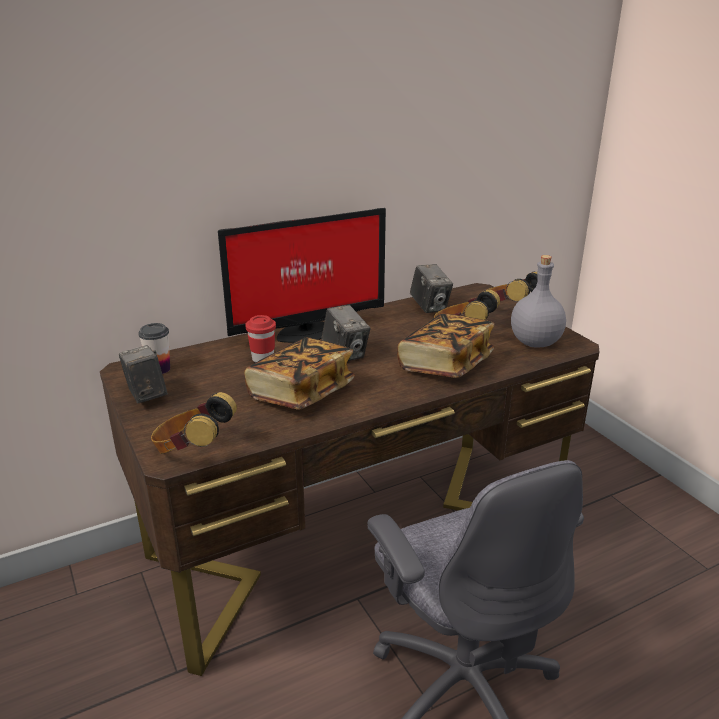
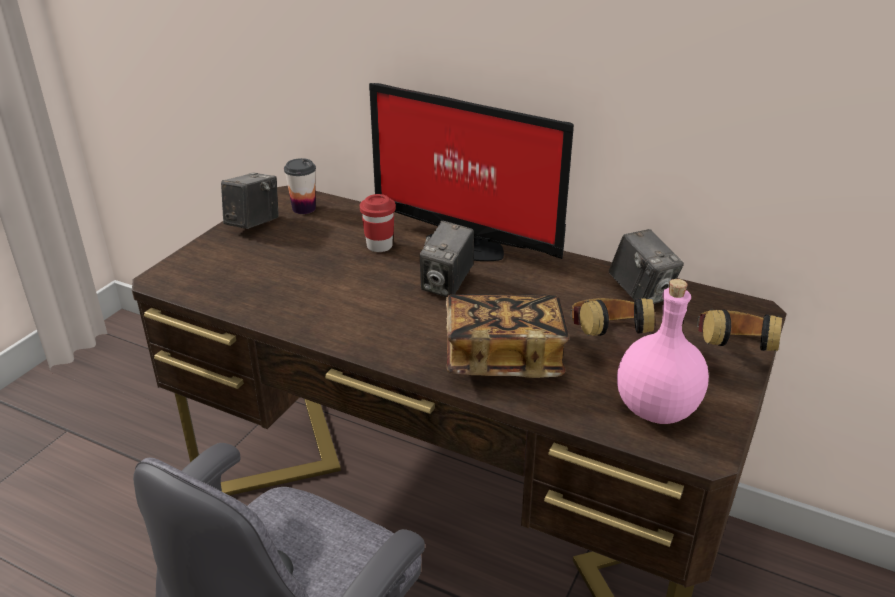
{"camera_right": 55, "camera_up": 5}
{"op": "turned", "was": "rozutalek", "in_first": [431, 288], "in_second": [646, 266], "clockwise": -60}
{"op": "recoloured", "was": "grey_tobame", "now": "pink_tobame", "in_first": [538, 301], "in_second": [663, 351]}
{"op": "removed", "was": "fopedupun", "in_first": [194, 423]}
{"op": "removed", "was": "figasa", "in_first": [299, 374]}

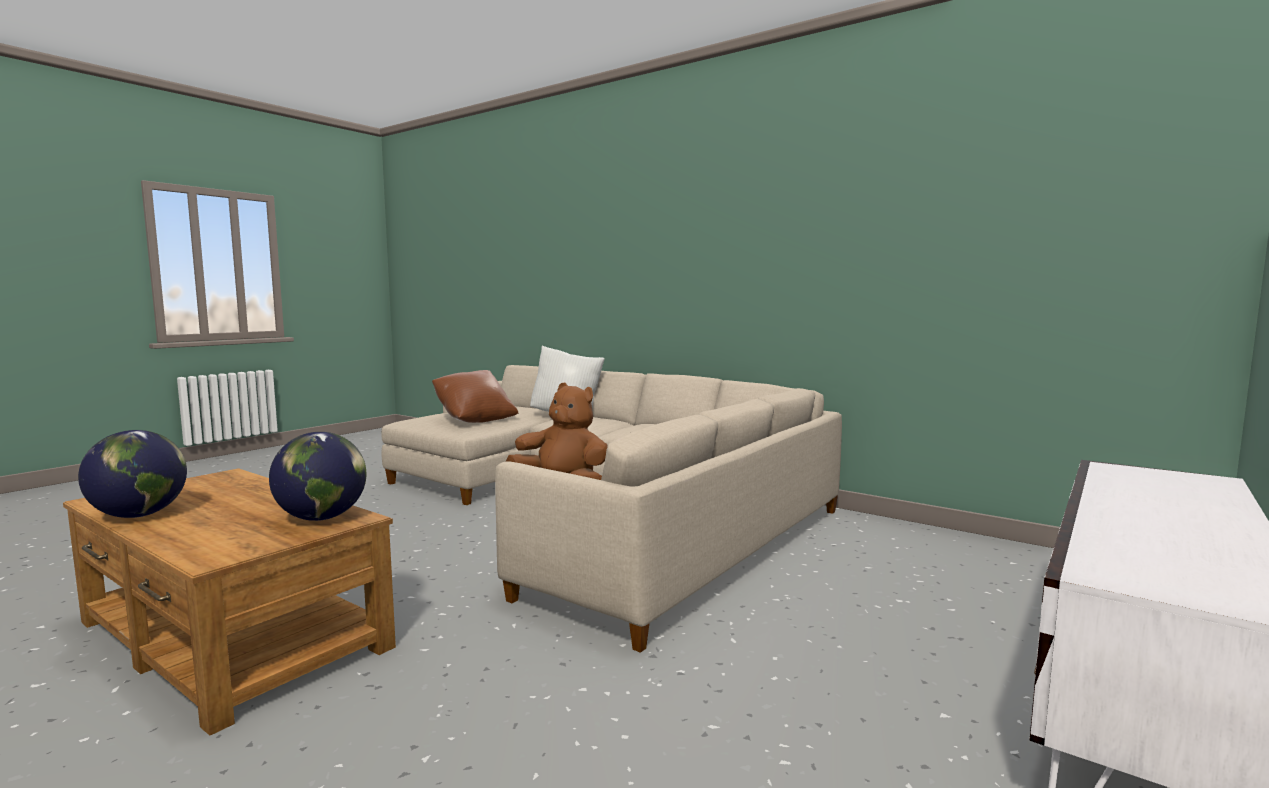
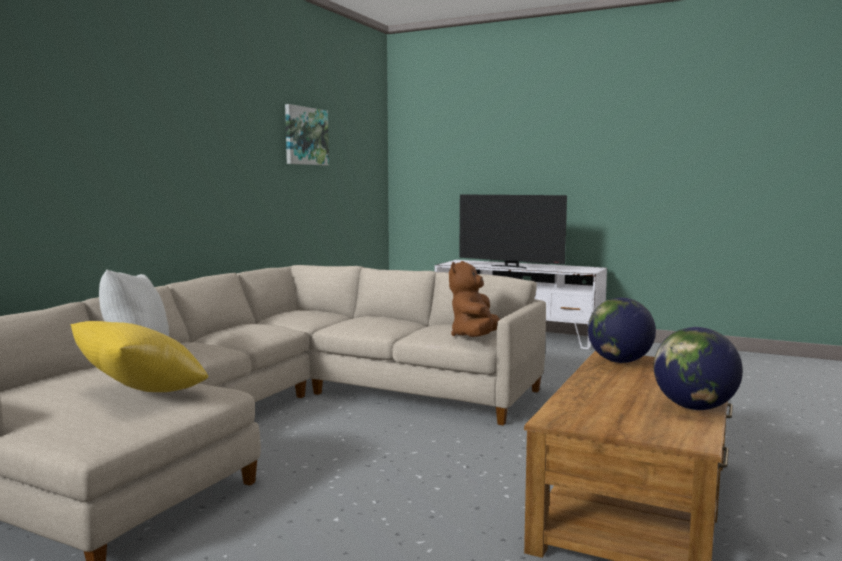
{"camera_right": -100, "camera_up": 0}
{"op": "recoloured", "was": "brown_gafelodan", "now": "yellow_gafelodan", "in_first": [475, 396], "in_second": [139, 356]}
{"op": "added", "now": "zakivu", "in_second": [307, 135]}
{"op": "added", "now": "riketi", "in_second": [513, 232]}

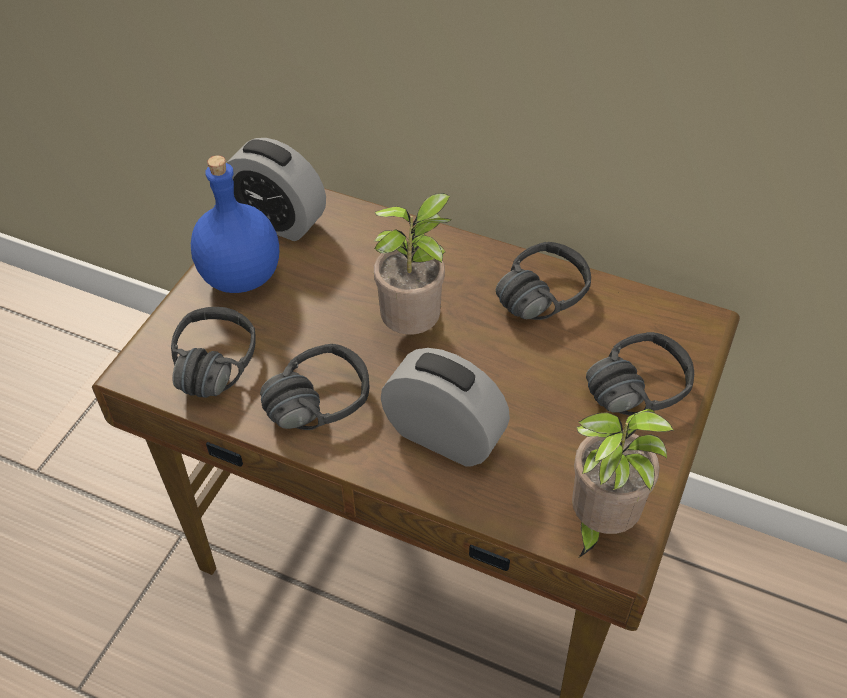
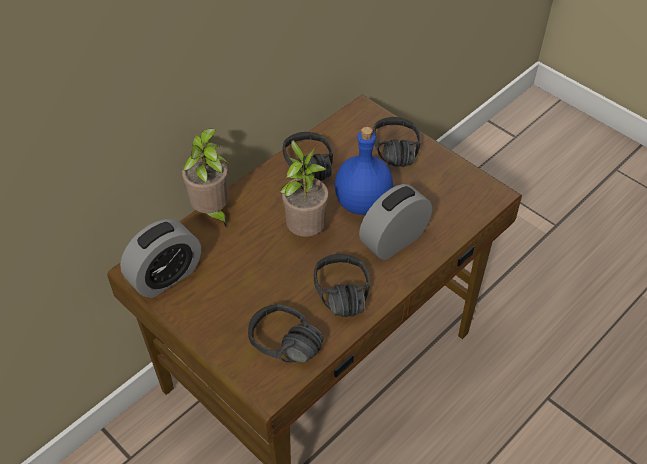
{"camera_right": -70, "camera_up": 0}
{"op": "moved", "was": "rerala", "in_first": [623, 483], "in_second": [205, 178]}
{"op": "moved", "was": "blue_tobame", "in_first": [235, 224], "in_second": [364, 171]}

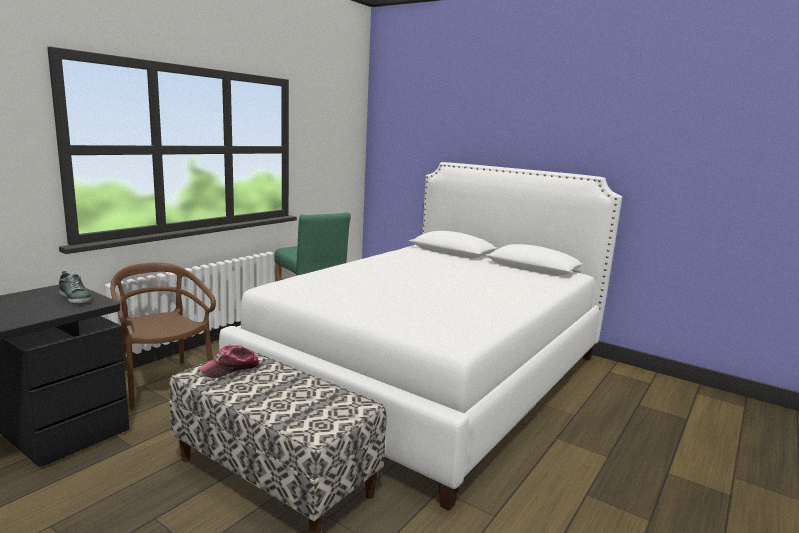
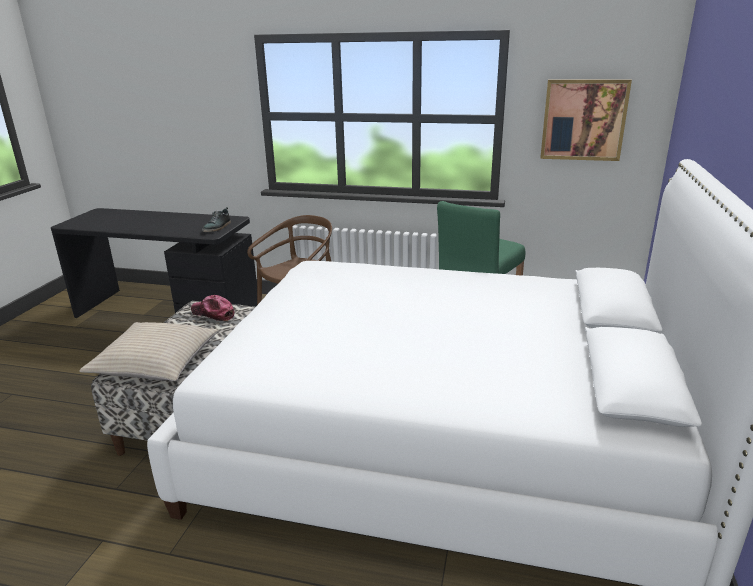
{"camera_right": 70, "camera_up": 10}
{"op": "added", "now": "beige_gafelodan", "in_second": [148, 351]}
{"op": "added", "now": "zakivu", "in_second": [586, 120]}

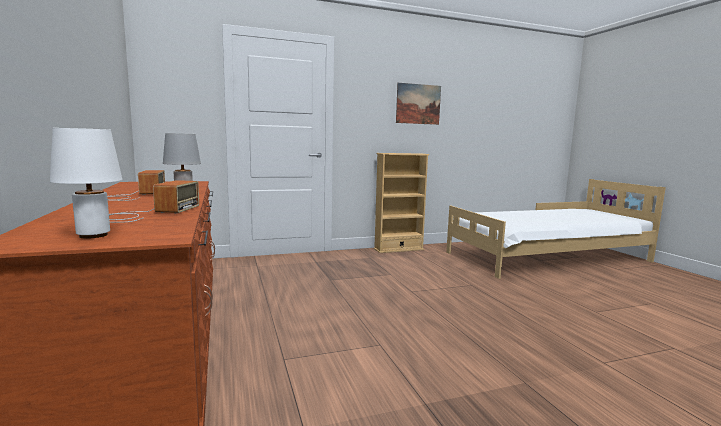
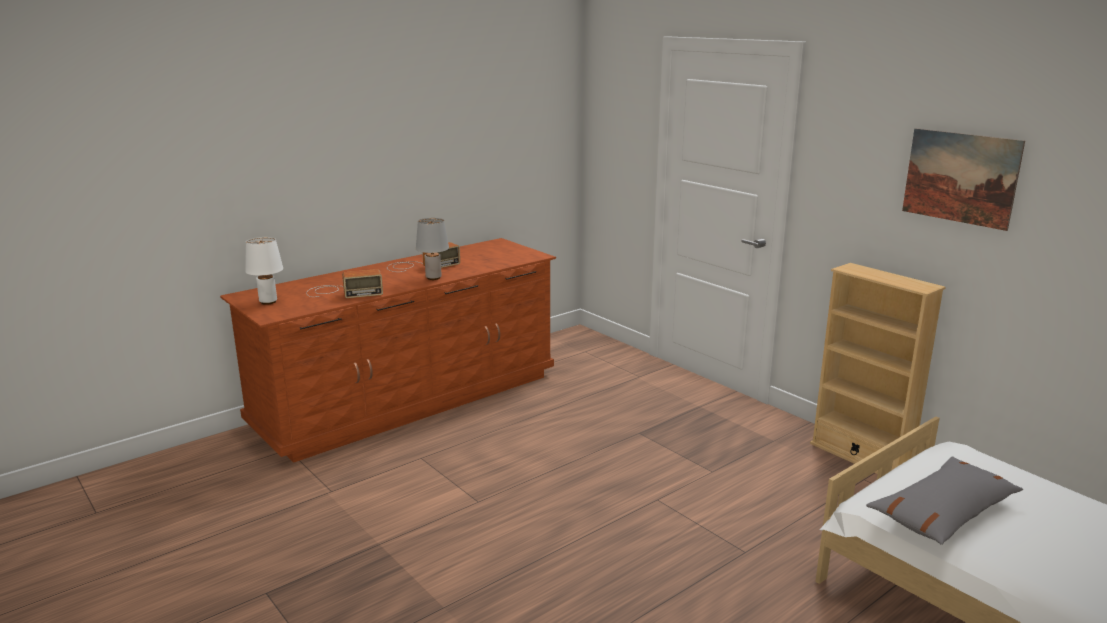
{"camera_right": 70, "camera_up": 10}
{"op": "added", "now": "grey_gafelodan", "in_second": [944, 500]}

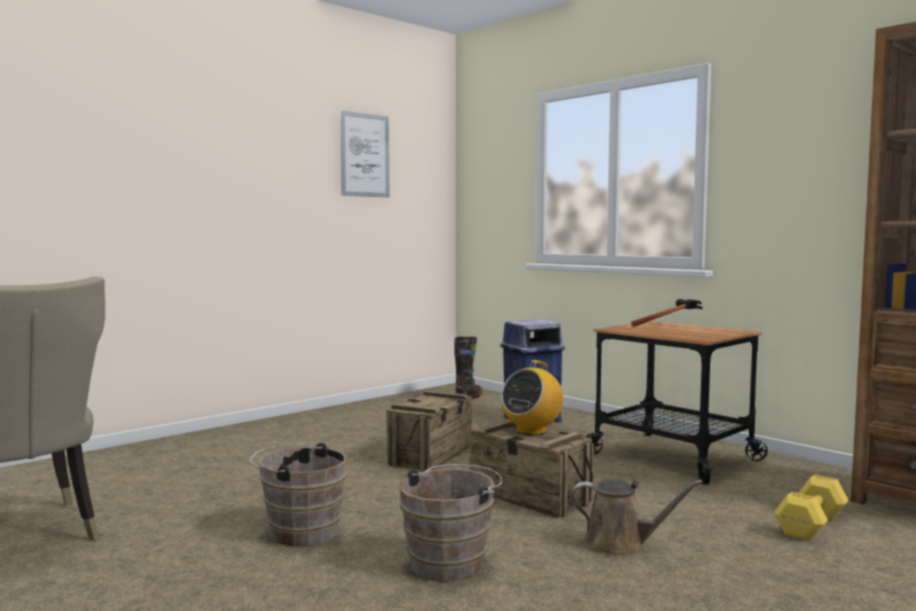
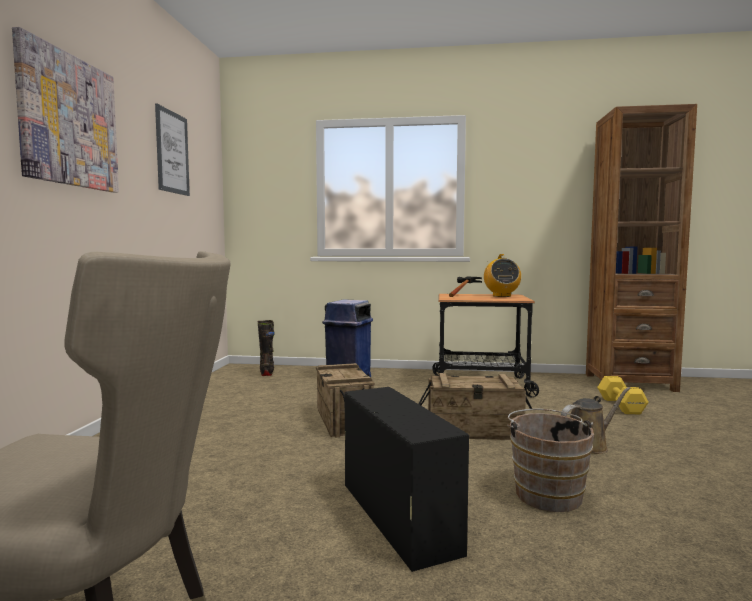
{"camera_right": -40, "camera_up": 0}
{"op": "added", "now": "zakivu", "in_second": [65, 110]}
{"op": "replaced", "was": "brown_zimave", "now": "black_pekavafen", "in_first": [298, 495], "in_second": [407, 479]}
{"op": "moved", "was": "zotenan", "in_first": [532, 397], "in_second": [502, 275]}

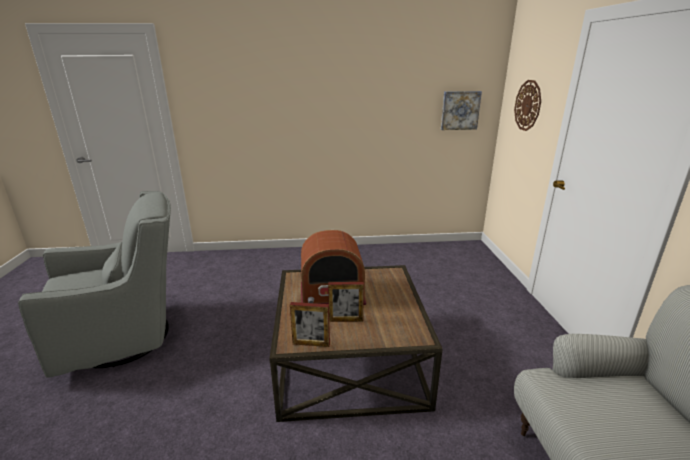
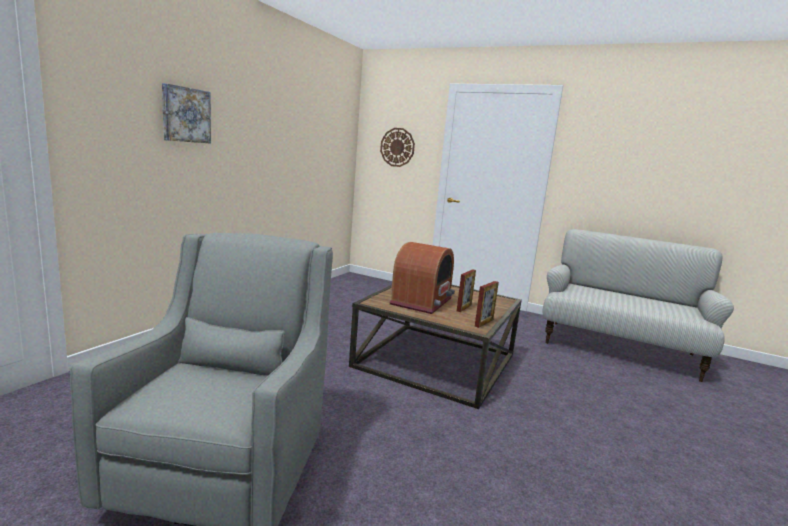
{"camera_right": -60, "camera_up": -10}
{"op": "moved", "was": "zakivu", "in_first": [461, 110], "in_second": [186, 113]}

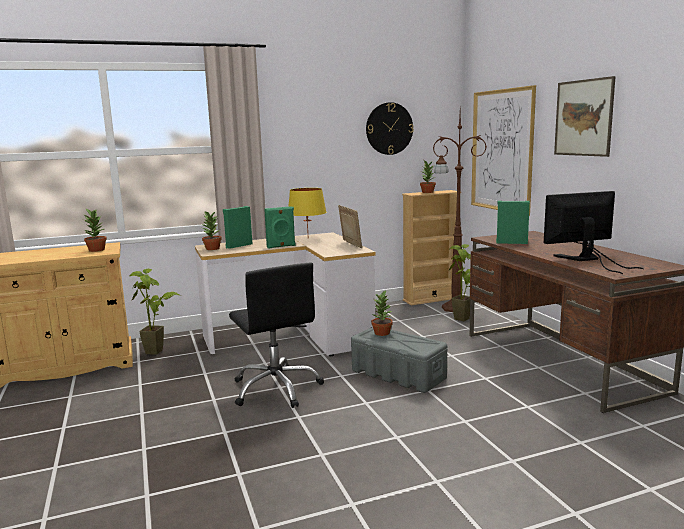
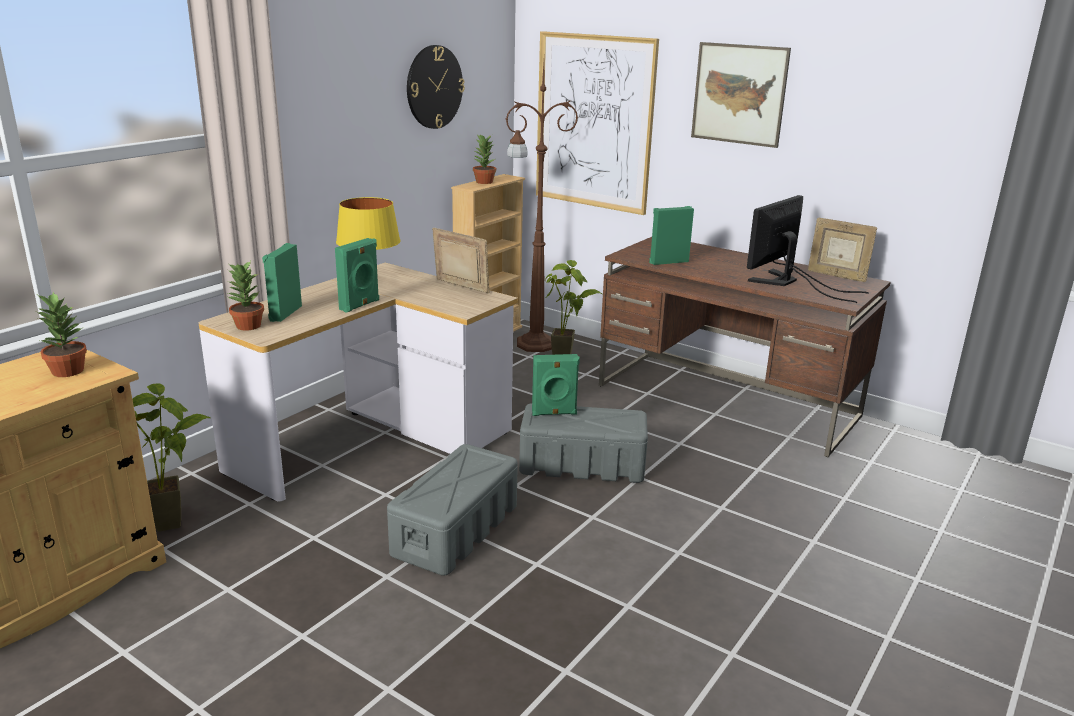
{"camera_right": -35, "camera_up": 10}
{"op": "replaced", "was": "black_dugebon", "now": "grey_pekavafen", "in_first": [276, 335], "in_second": [452, 510]}
{"op": "replaced", "was": "rerala", "now": "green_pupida", "in_first": [382, 313], "in_second": [556, 385]}
{"op": "added", "now": "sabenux", "in_second": [842, 250]}

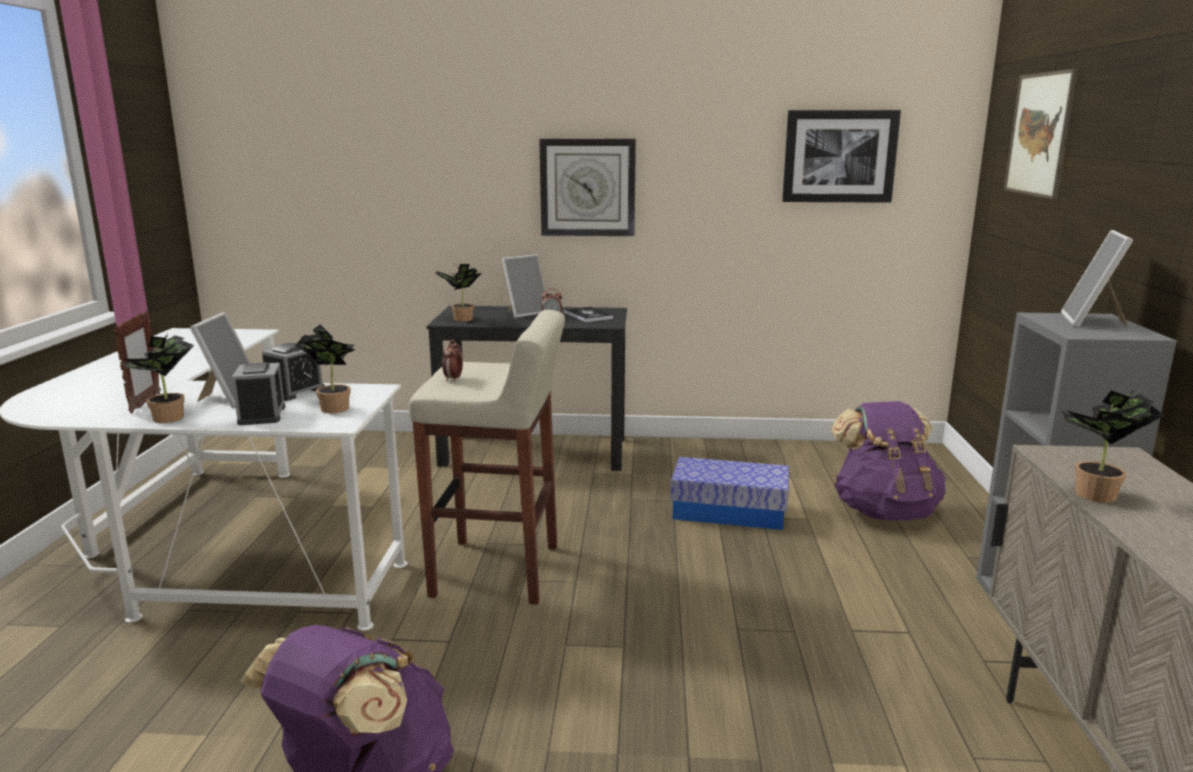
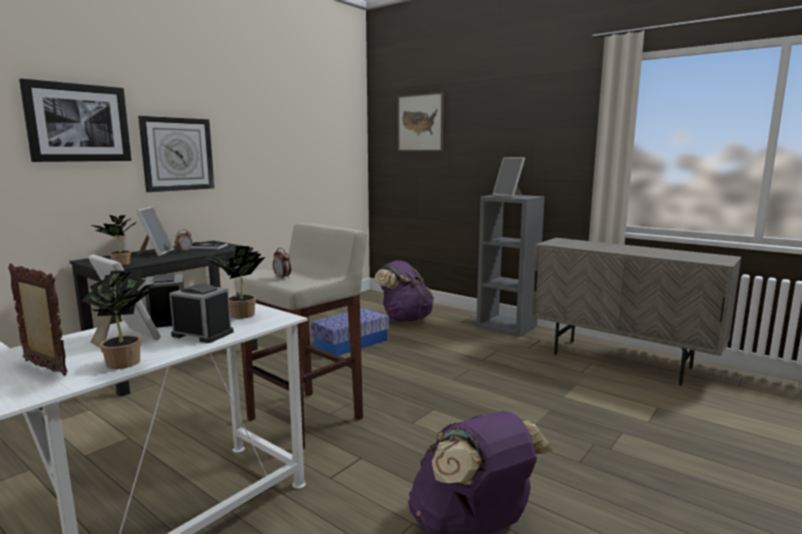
{"camera_right": -55, "camera_up": -5}
{"op": "moved", "was": "zakivu", "in_first": [841, 156], "in_second": [75, 120]}
{"op": "removed", "was": "rerala", "in_first": [1112, 446]}

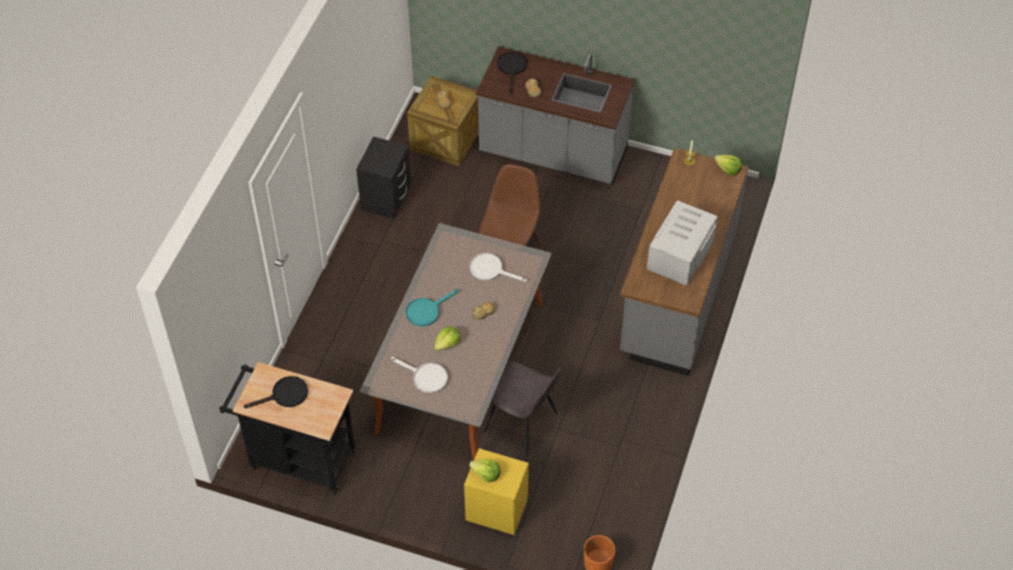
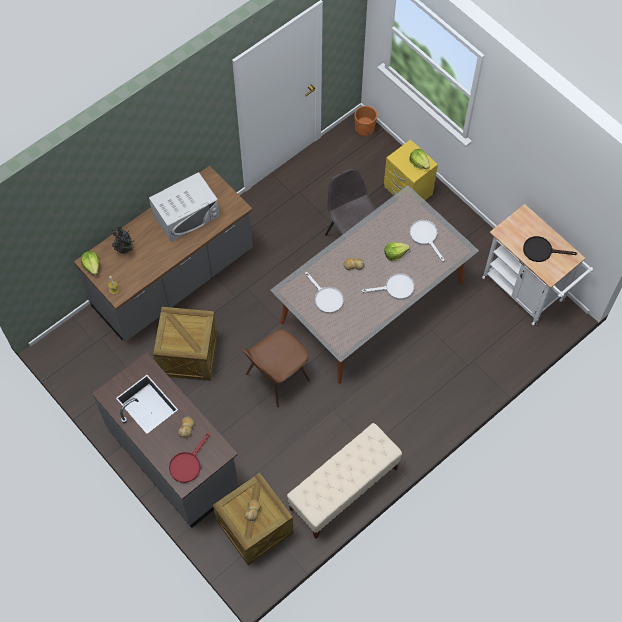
{"camera_right": -150, "camera_up": 10}
{"op": "added", "now": "rerala", "in_second": [122, 239]}
{"op": "added", "now": "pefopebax", "in_second": [185, 344]}
{"op": "recoloured", "was": "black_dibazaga", "now": "red_dibazaga", "in_first": [512, 72], "in_second": [189, 458]}
{"op": "replaced", "was": "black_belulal", "now": "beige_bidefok", "in_first": [383, 177], "in_second": [344, 481]}
{"op": "recoloured", "was": "turquoise_dibazaga", "now": "white_dibazaga", "in_first": [432, 307], "in_second": [388, 286]}
{"op": "recoloured", "was": "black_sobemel", "now": "white_sobemel", "in_first": [287, 428], "in_second": [537, 264]}

